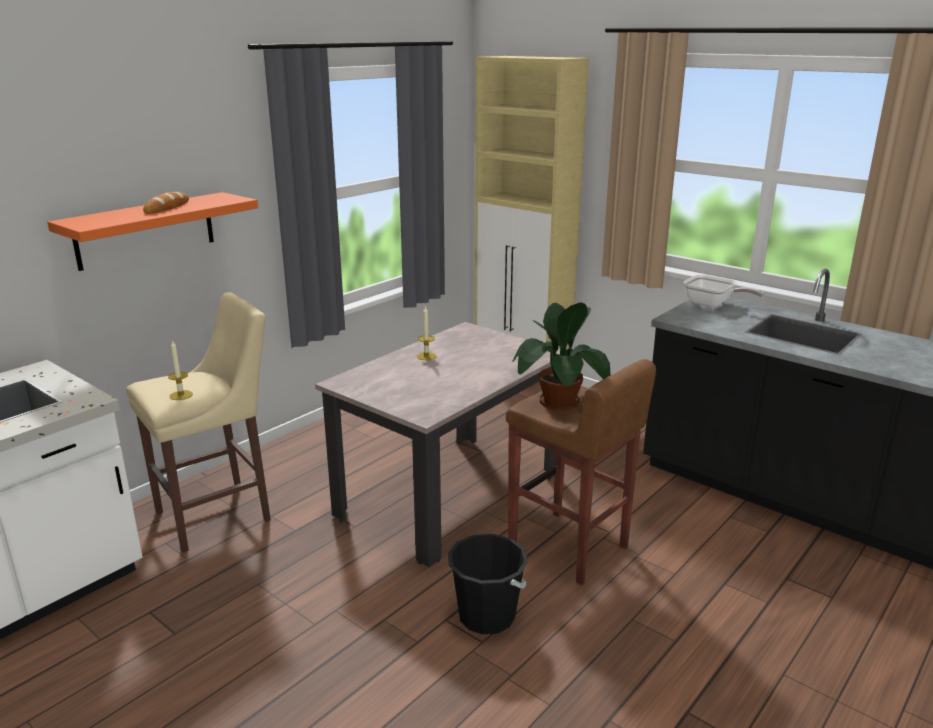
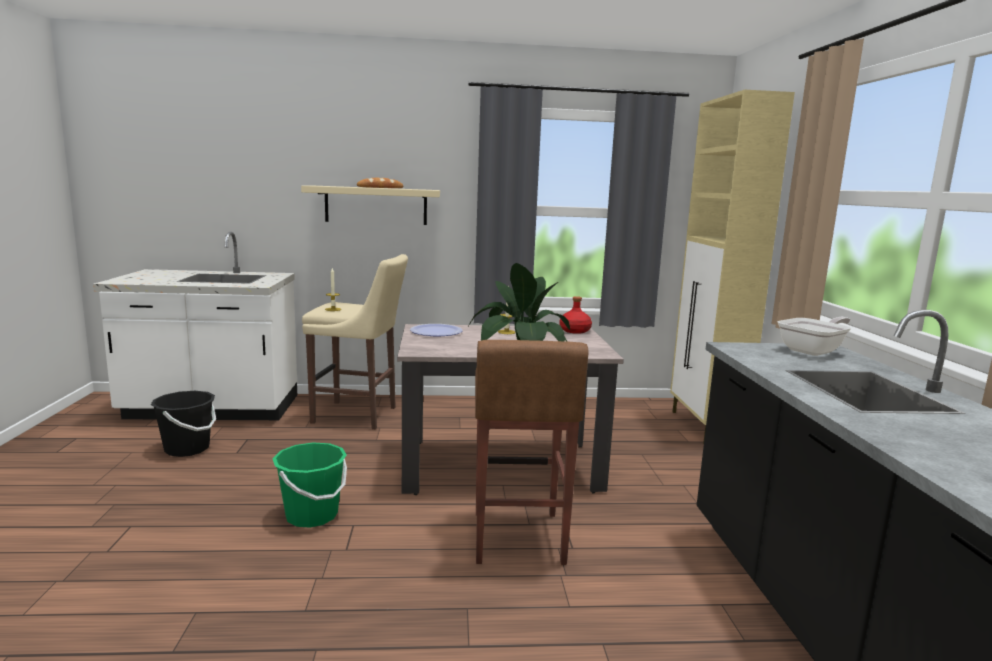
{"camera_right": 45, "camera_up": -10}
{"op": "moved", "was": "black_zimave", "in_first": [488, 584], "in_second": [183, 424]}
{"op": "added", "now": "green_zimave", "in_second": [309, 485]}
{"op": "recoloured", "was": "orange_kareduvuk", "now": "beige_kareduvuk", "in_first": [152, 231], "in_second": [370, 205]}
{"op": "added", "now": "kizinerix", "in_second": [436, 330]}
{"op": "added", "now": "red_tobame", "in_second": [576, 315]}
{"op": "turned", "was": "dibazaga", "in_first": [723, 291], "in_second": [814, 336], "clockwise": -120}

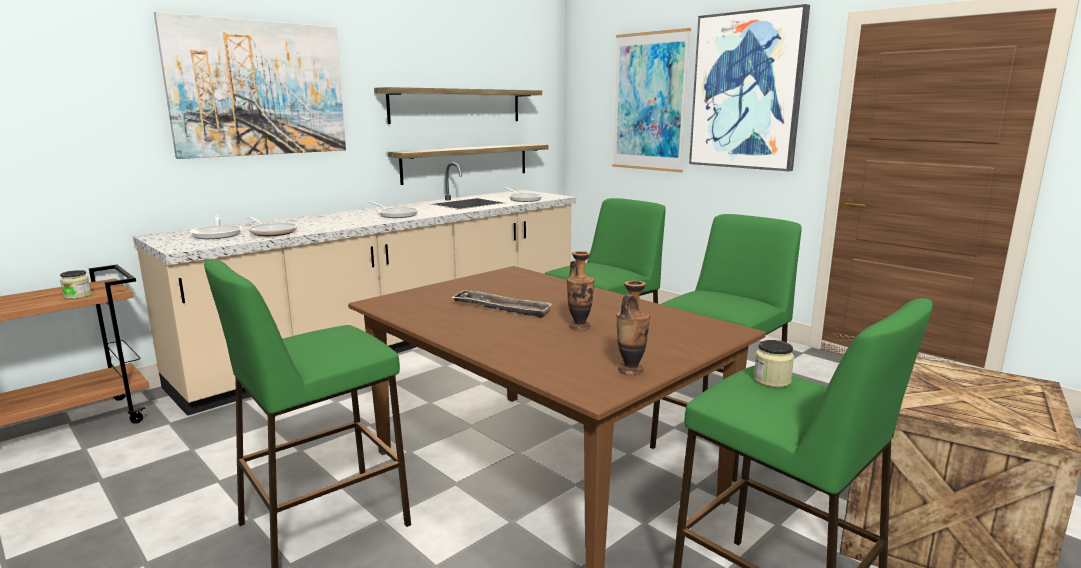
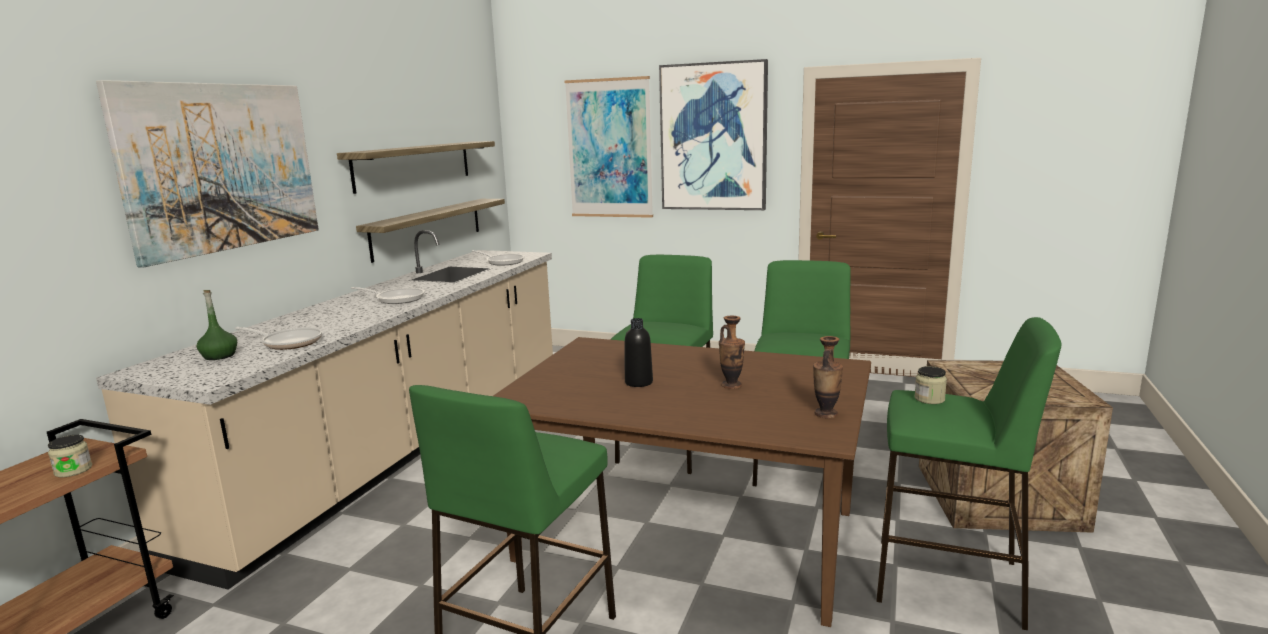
{"camera_right": -25, "camera_up": 0}
{"op": "replaced", "was": "dibazaga", "now": "green_tobame", "in_first": [215, 227], "in_second": [217, 325]}
{"op": "replaced", "was": "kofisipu", "now": "black_tobame", "in_first": [502, 304], "in_second": [639, 352]}

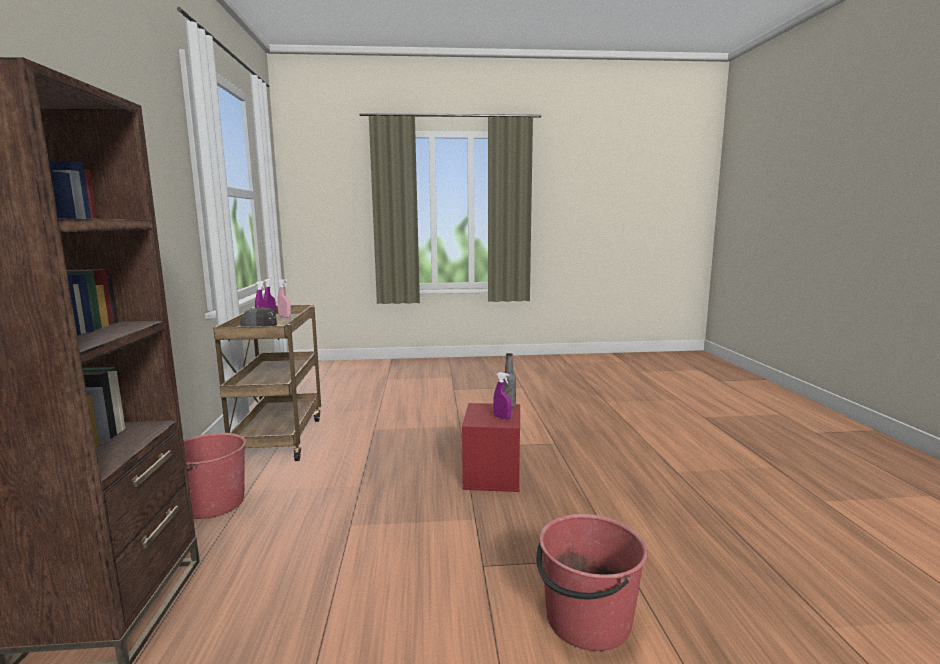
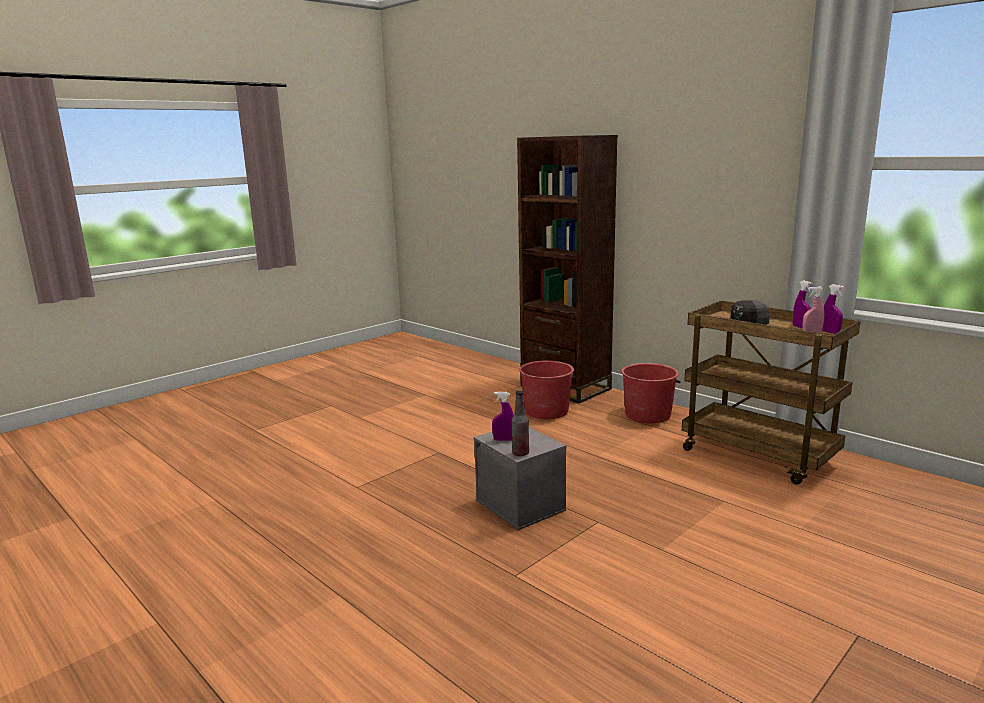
{"camera_right": 140, "camera_up": 5}
{"op": "recoloured", "was": "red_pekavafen", "now": "grey_pekavafen", "in_first": [491, 447], "in_second": [520, 478]}
{"op": "moved", "was": "red_zimave", "in_first": [592, 582], "in_second": [547, 390]}

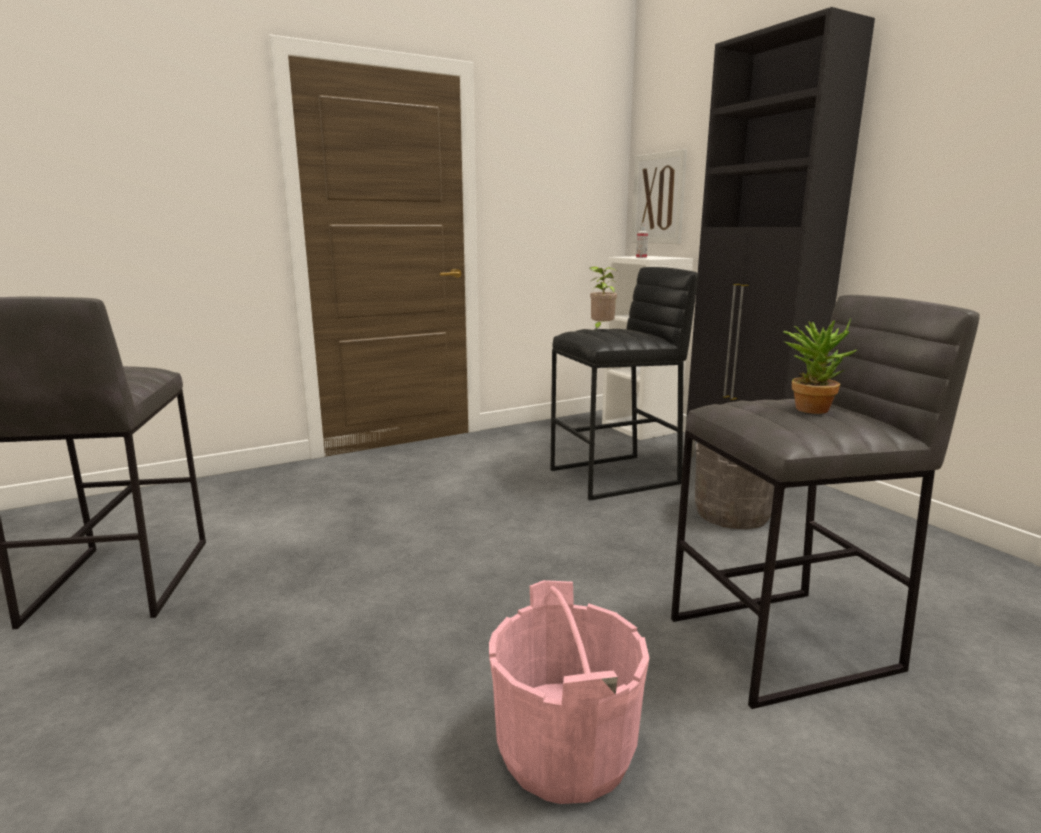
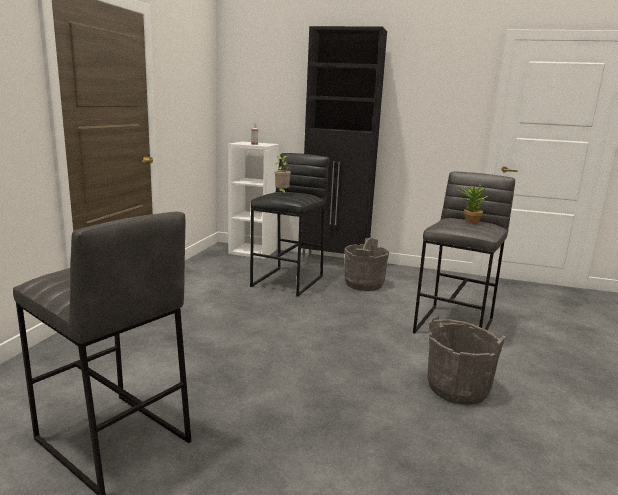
{"camera_right": -45, "camera_up": 0}
{"op": "recoloured", "was": "pink_zimave", "now": "grey_zimave", "in_first": [569, 692], "in_second": [466, 360]}
{"op": "removed", "was": "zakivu", "in_first": [659, 196]}

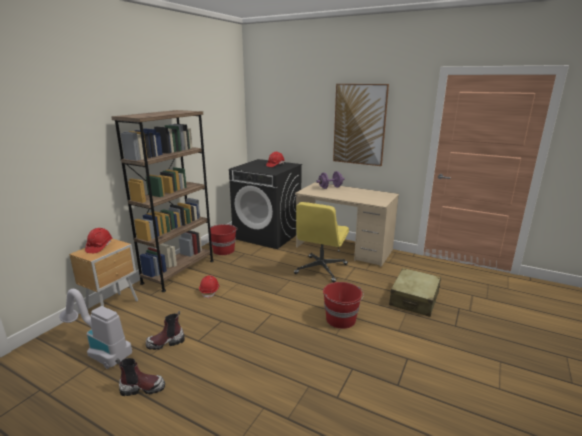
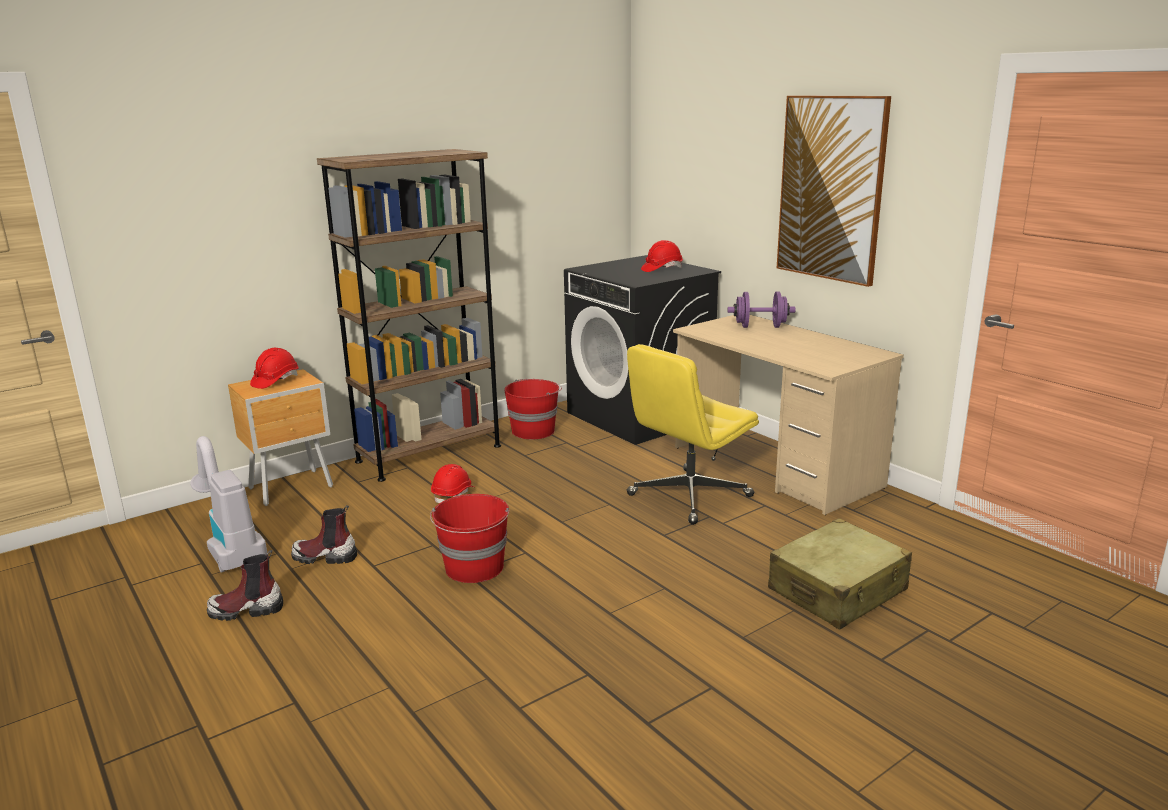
{"camera_right": 25, "camera_up": 0}
{"op": "turned", "was": "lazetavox", "in_first": [140, 377], "in_second": [245, 585], "clockwise": 150}
{"op": "moved", "was": "red_zimave", "in_first": [343, 305], "in_second": [470, 538]}

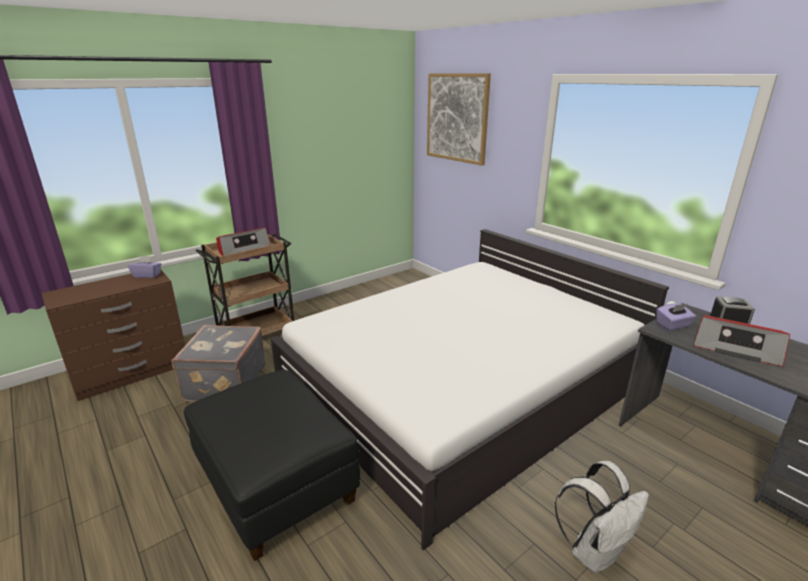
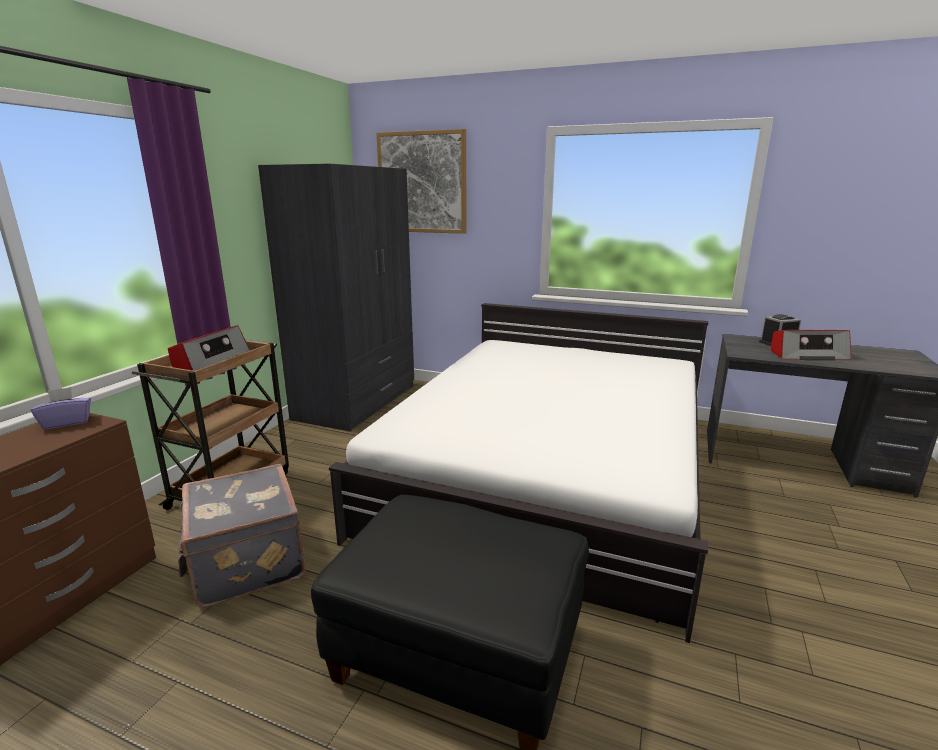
{"camera_right": -30, "camera_up": -5}
{"op": "added", "now": "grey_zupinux", "in_second": [336, 298]}
{"op": "removed", "was": "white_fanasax", "in_first": [602, 517]}
{"op": "removed", "was": "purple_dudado", "in_first": [676, 316]}

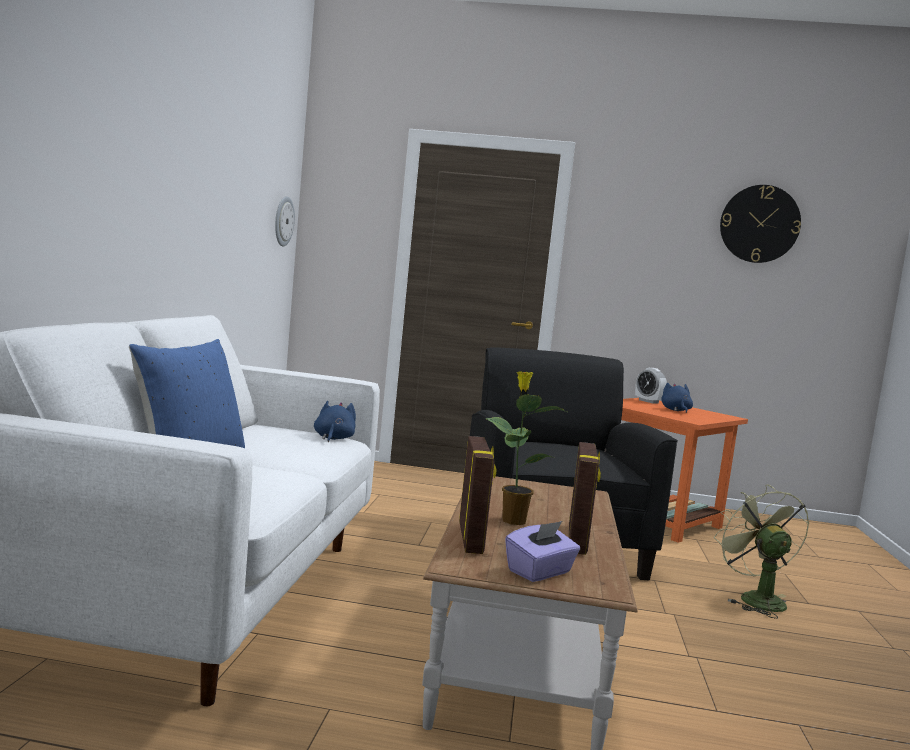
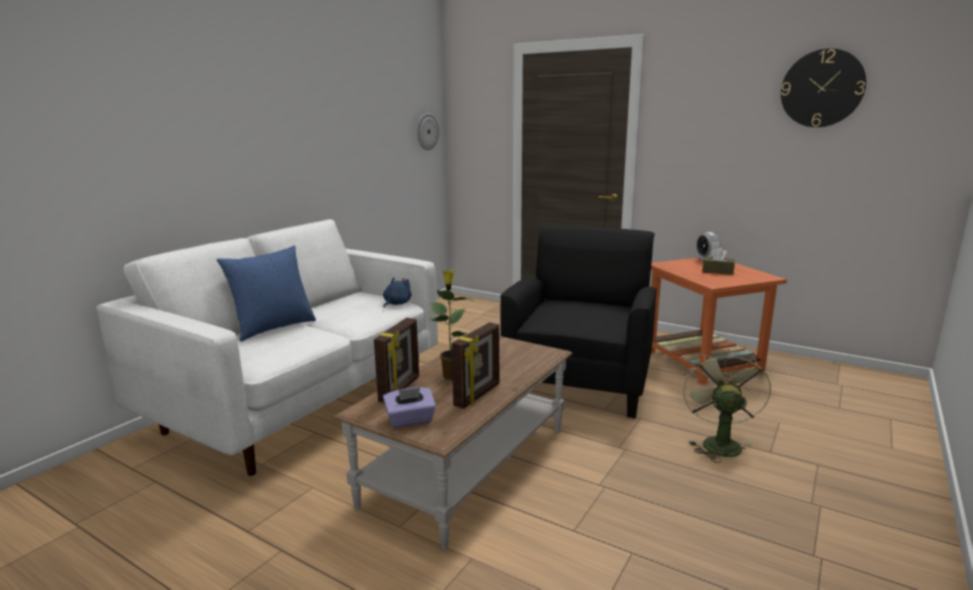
{"camera_right": 25, "camera_up": 10}
{"op": "replaced", "was": "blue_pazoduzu", "now": "brown_dudado", "in_first": [677, 398], "in_second": [718, 261]}

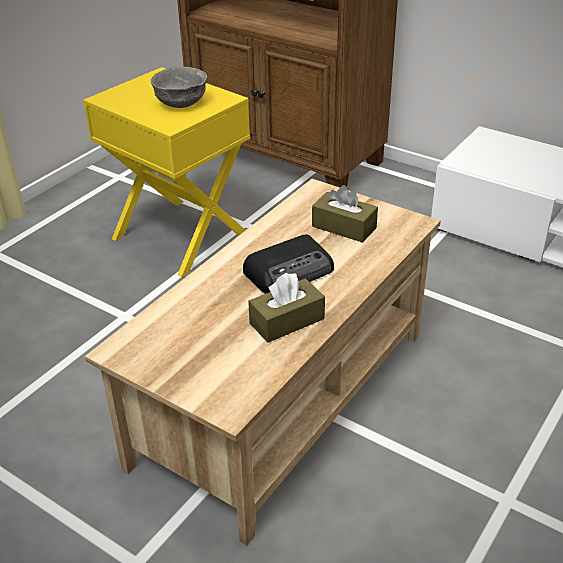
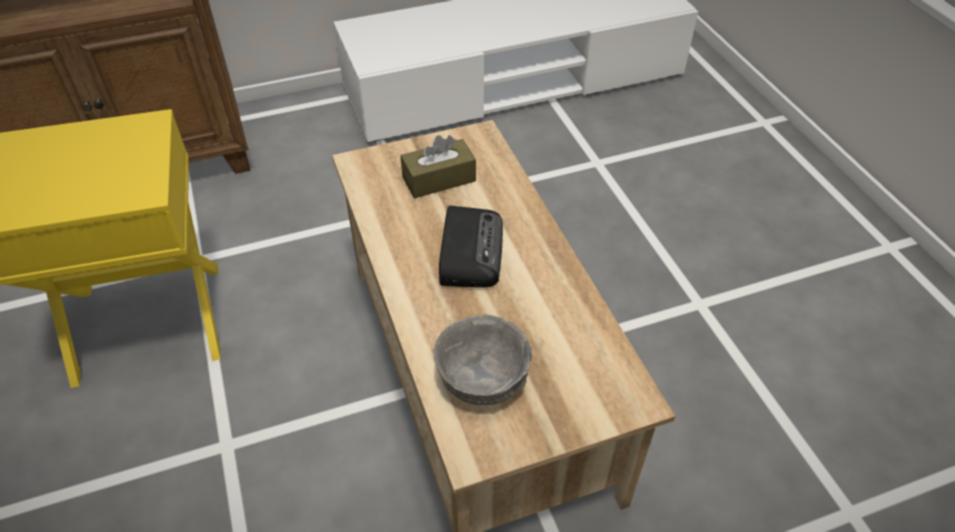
{"camera_right": -55, "camera_up": 10}
{"op": "moved", "was": "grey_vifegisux", "in_first": [179, 87], "in_second": [482, 360]}
{"op": "removed", "was": "brown_dudado", "in_first": [286, 308]}

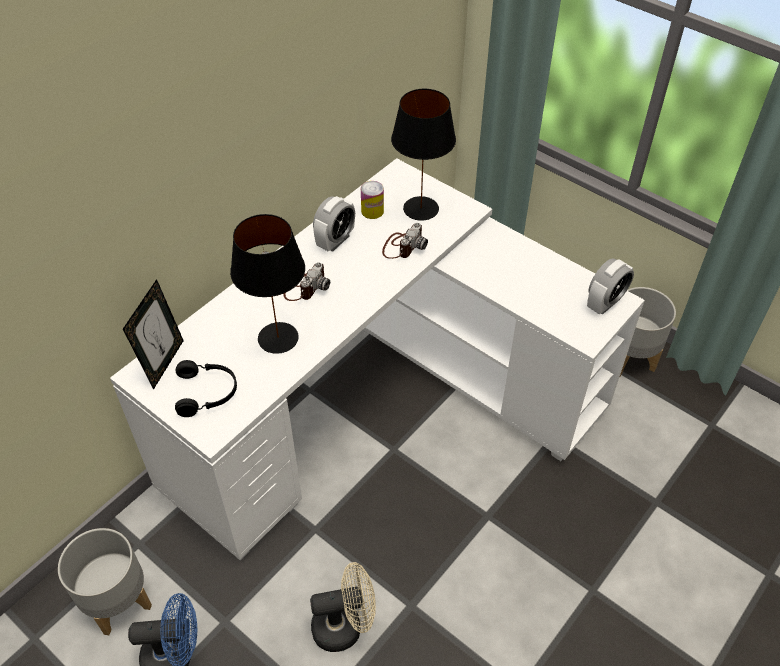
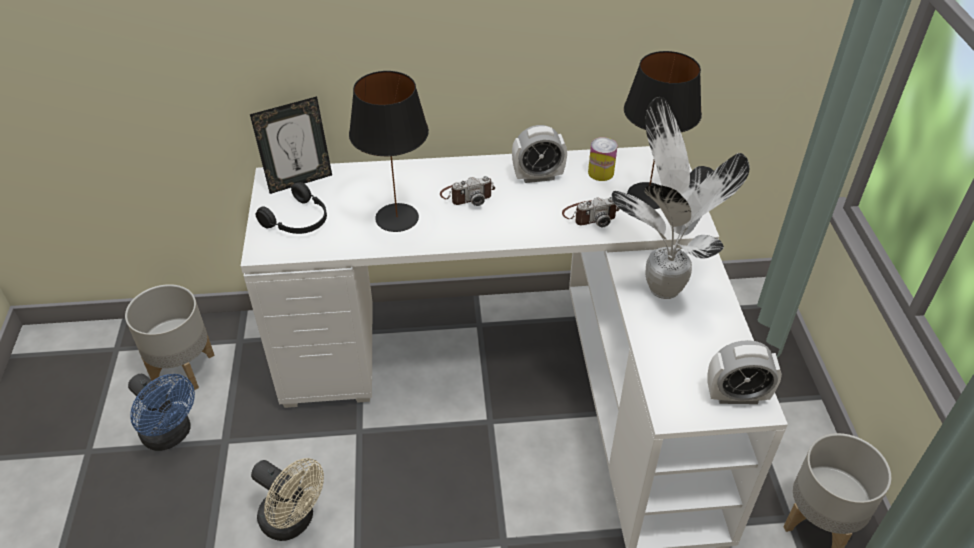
{"camera_right": 45, "camera_up": -5}
{"op": "added", "now": "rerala", "in_second": [680, 198]}

